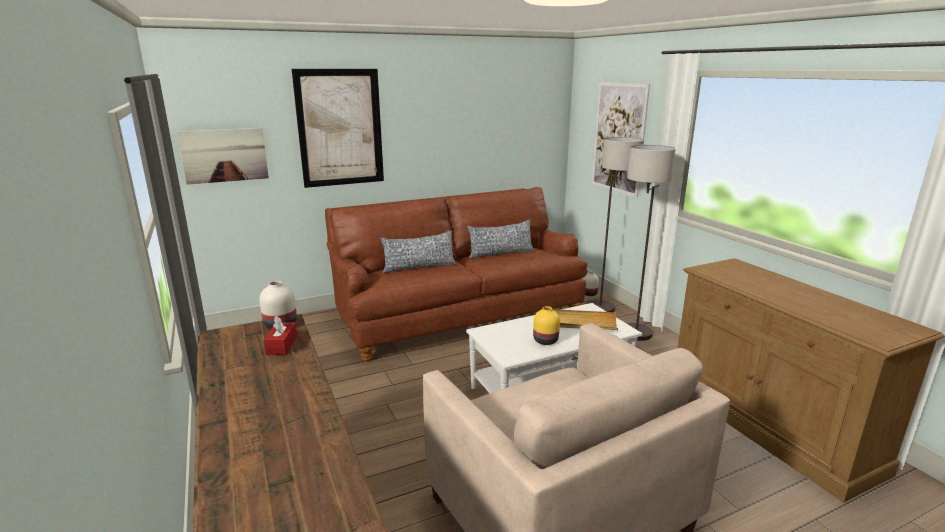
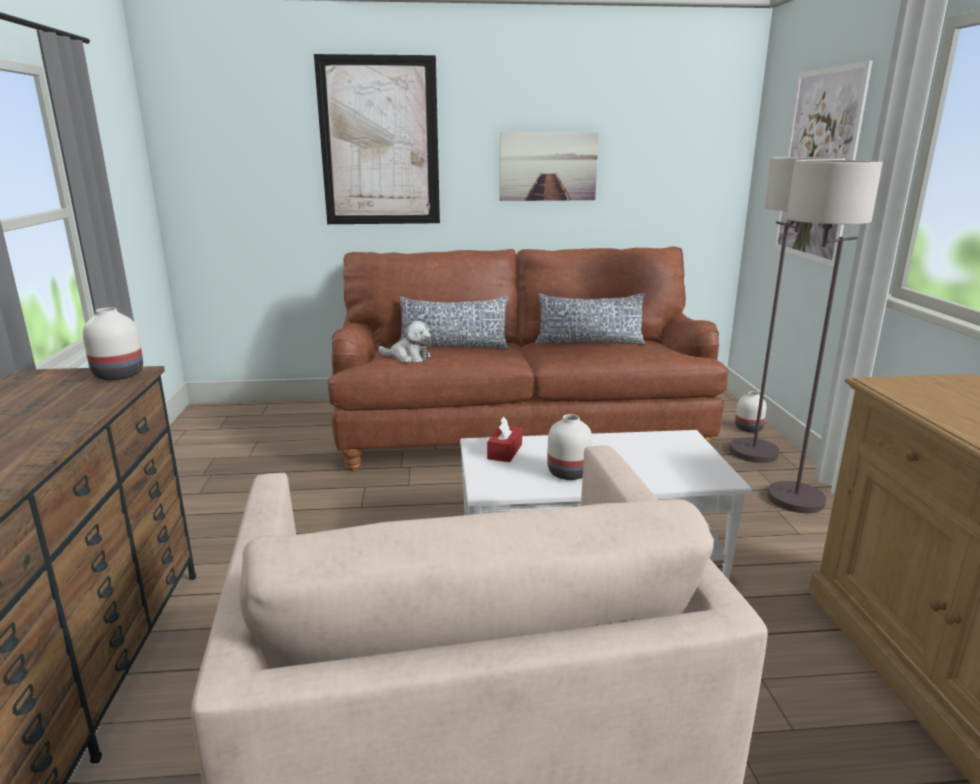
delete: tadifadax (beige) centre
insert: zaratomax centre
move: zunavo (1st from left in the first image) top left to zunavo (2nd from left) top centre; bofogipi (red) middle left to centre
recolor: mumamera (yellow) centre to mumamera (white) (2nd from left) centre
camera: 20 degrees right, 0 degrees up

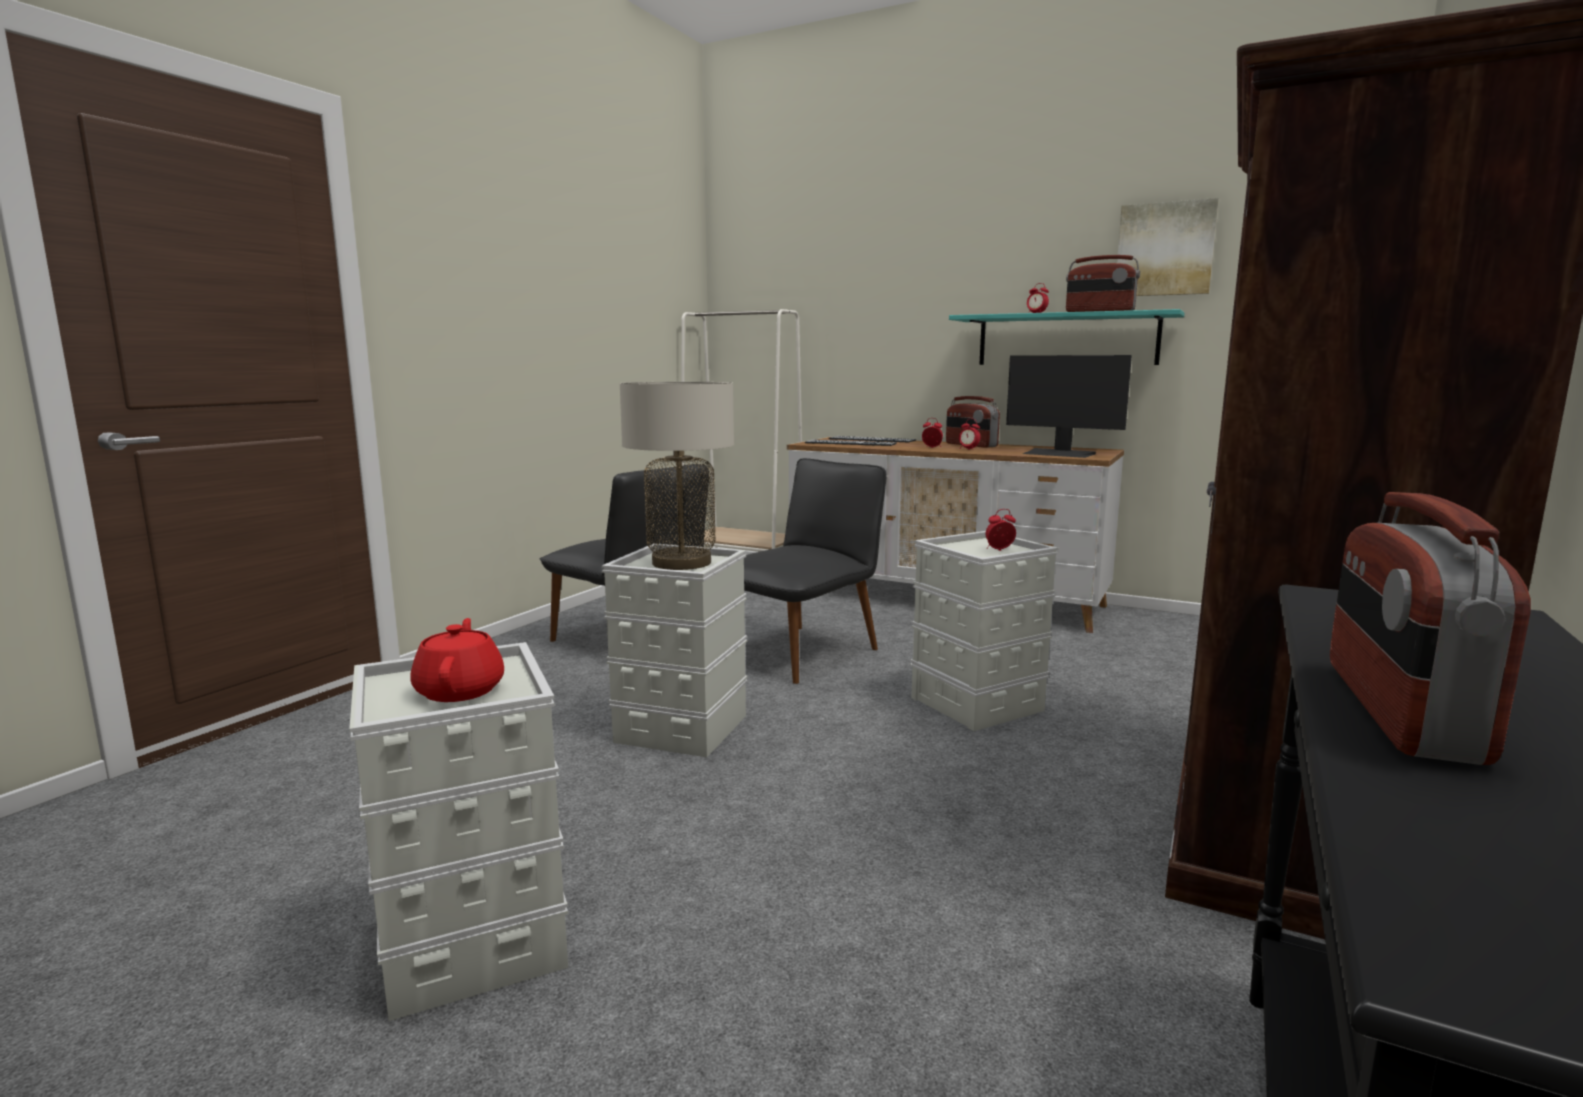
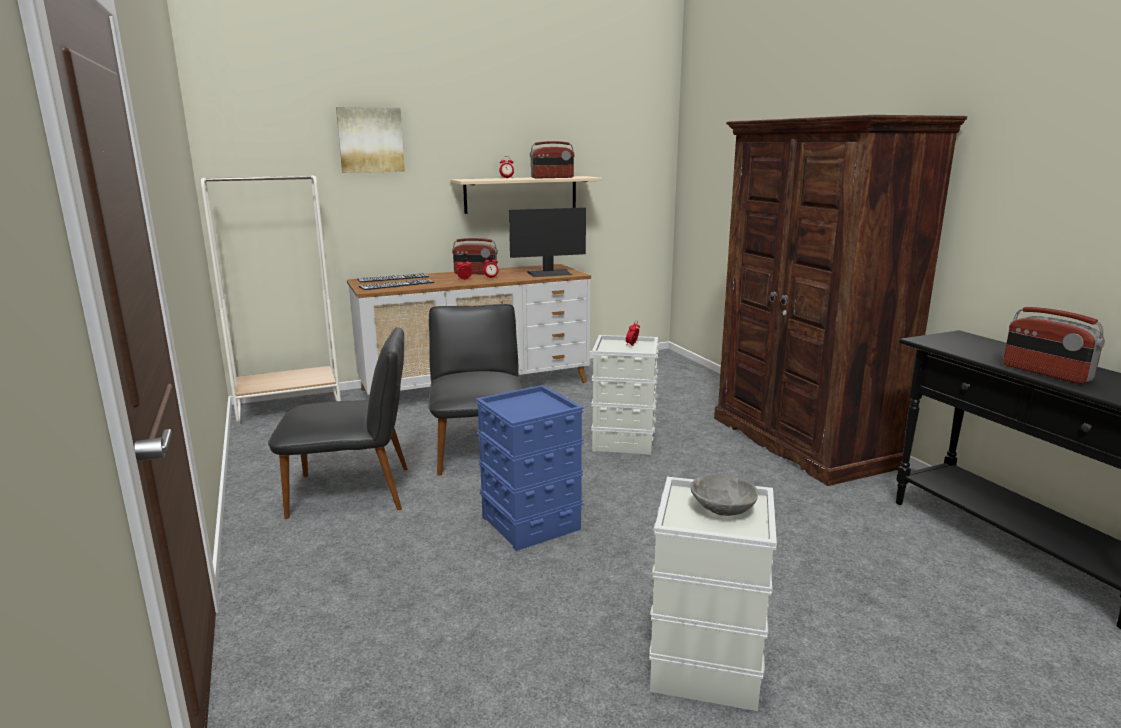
delete: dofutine centre
move: zunavo top right to top left
replace: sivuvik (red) middle left to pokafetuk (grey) bottom centre
recolor: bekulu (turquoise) top right to bekulu (beige) top centre; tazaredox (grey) (2nd from left) centre to tazaredox (blue) centre
camera: 50 degrees left, 5 degrees up

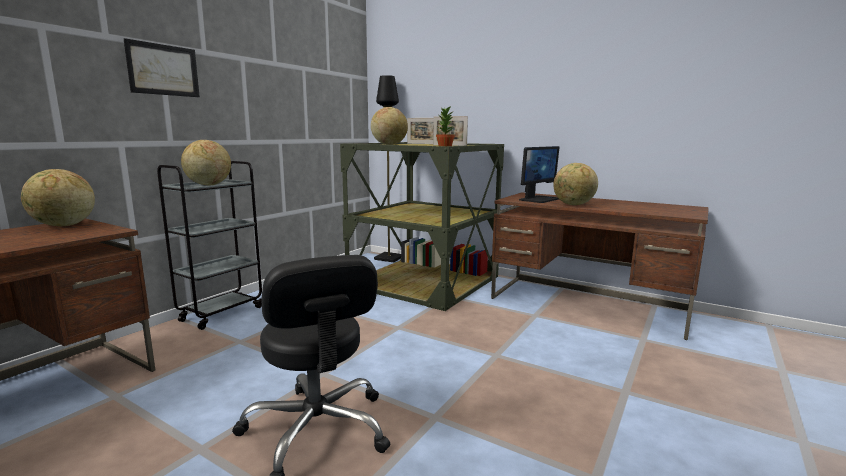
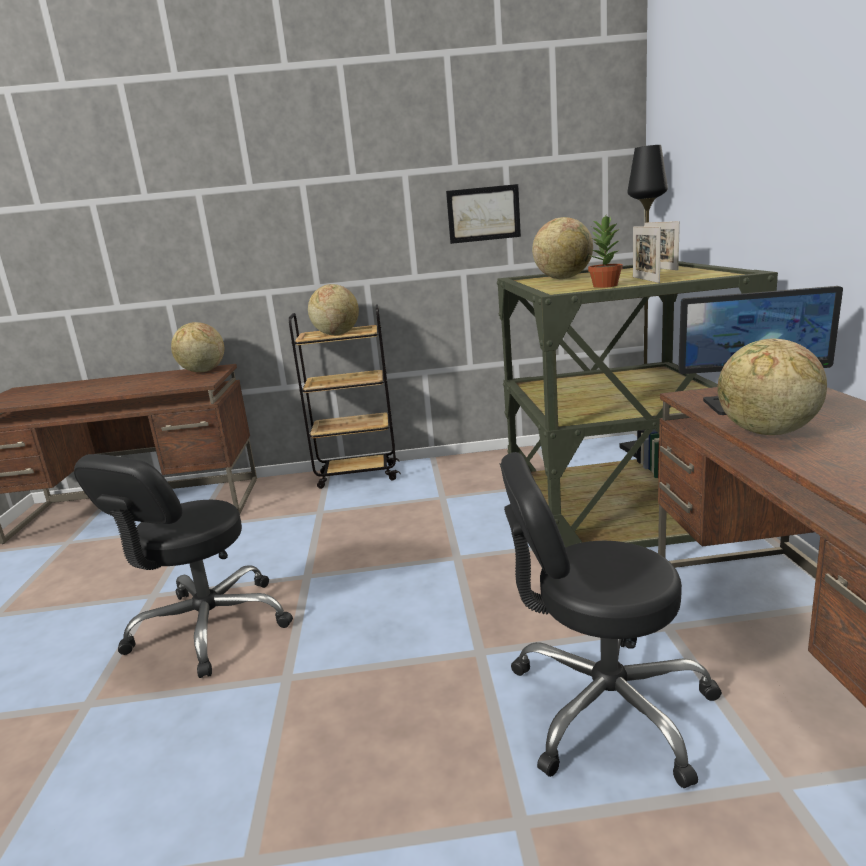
insert: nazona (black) (2nd from left) bottom right
move: zunavo top left to top centre
recolor: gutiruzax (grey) middle left to gutiruzax (brown) centre
camera: 55 degrees right, 5 degrees up

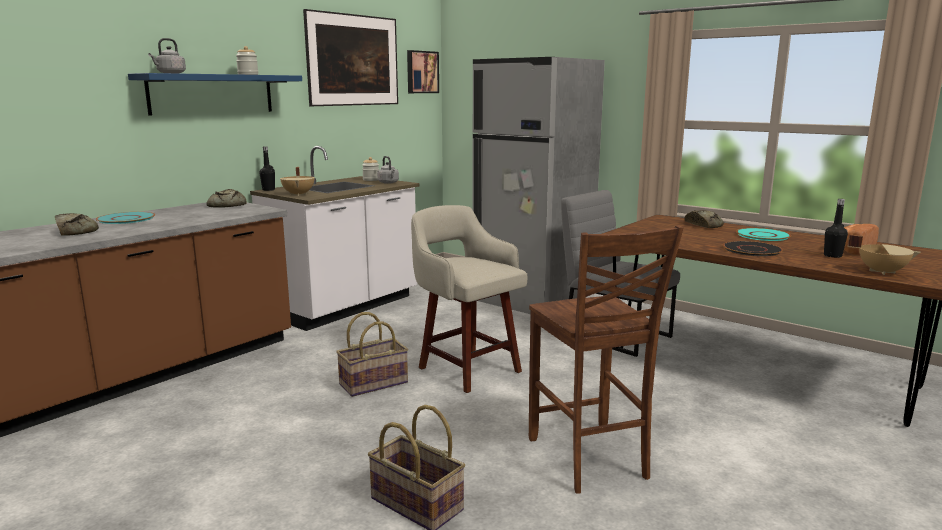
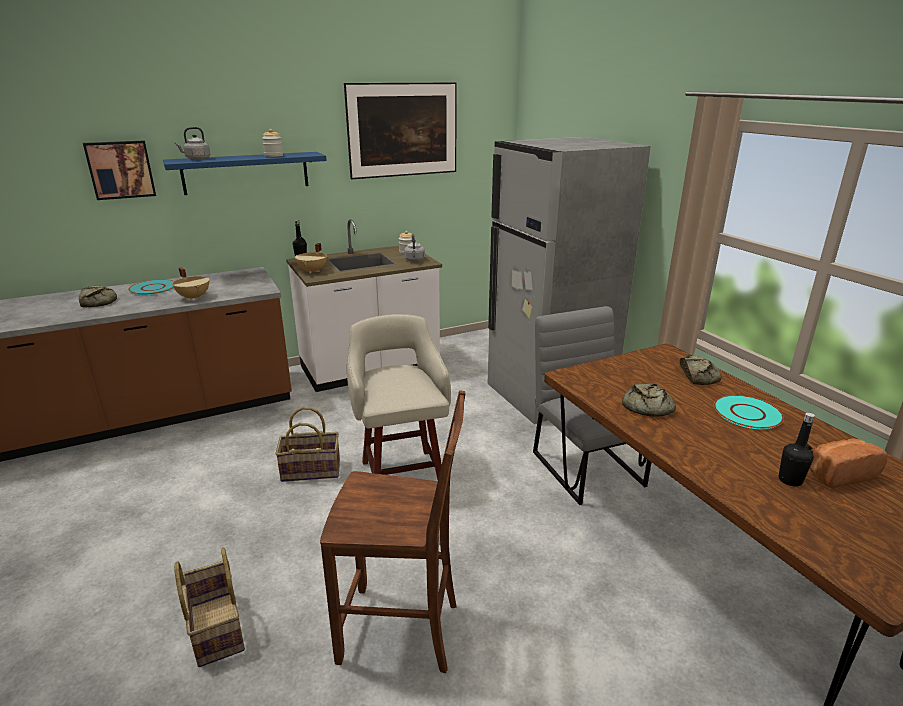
delete: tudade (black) middle right
move: zunavo (2nd from left in the first image) top centre to zunavo (1st from left) top left; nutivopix (2nd from left) middle left to middle right; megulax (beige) (2nd from left in the first image) middle right to megulax (beige) (1st from left) middle left
rotate: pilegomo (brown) bottom centre = bottom centre 90 degrees counterclockwise
camera: 25 degrees right, 10 degrees up

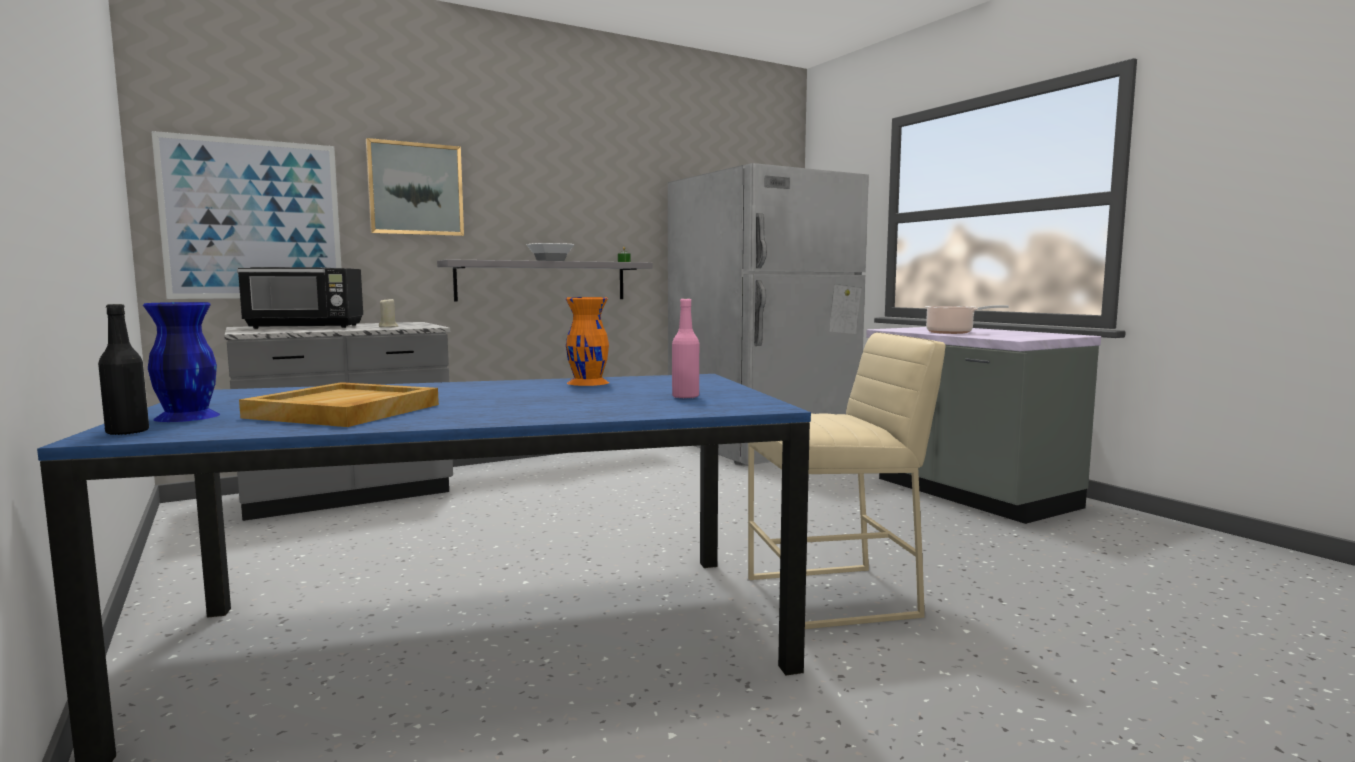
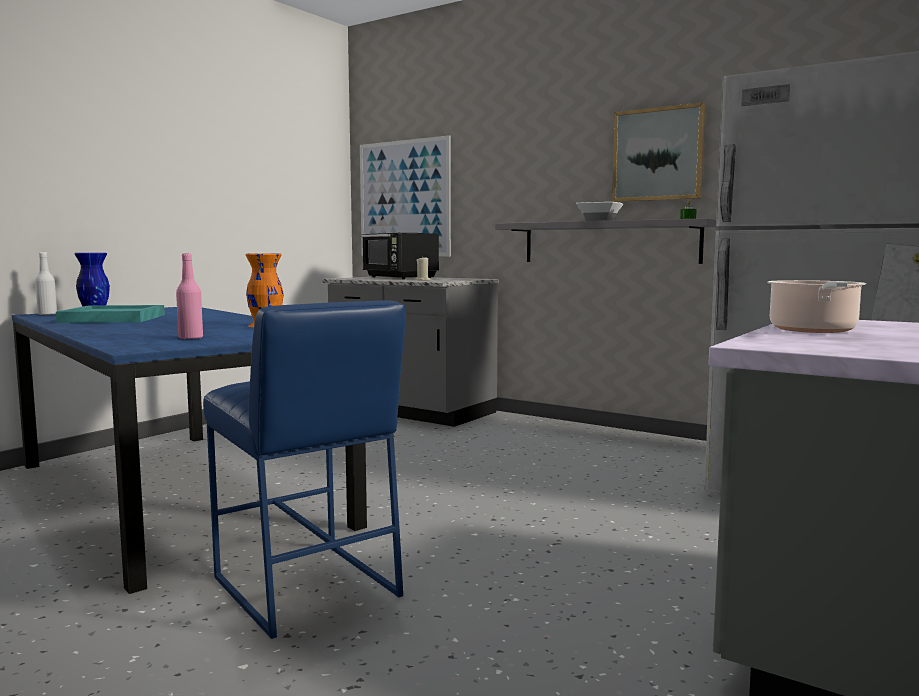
move: zunavo (2nd from left) top left to top right
recolor: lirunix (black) middle left to lirunix (white) middle left; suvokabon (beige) centre to suvokabon (blue) bottom left; tadifadax (beige) middle left to tadifadax (turquoise) middle left
camera: 65 degrees right, 0 degrees up

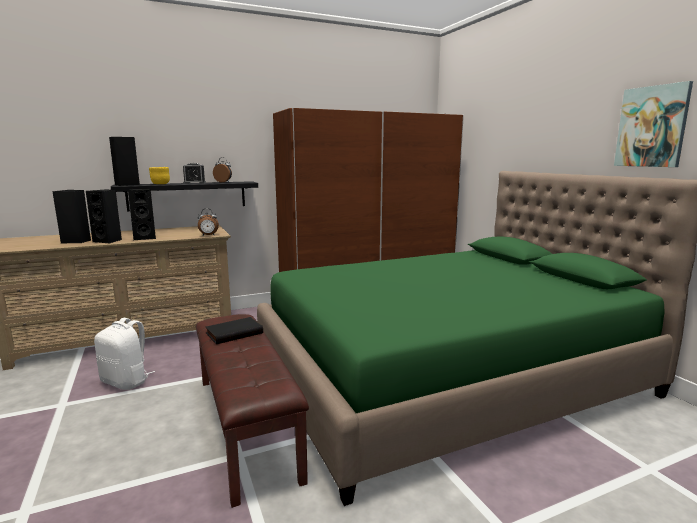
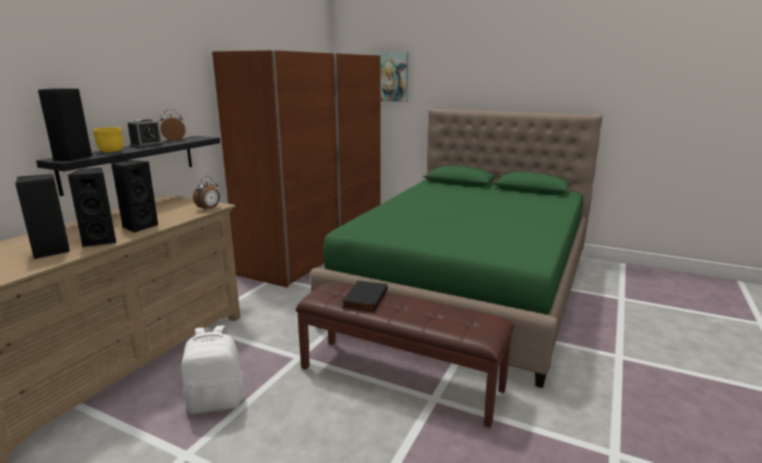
move: zunavo top right to top centre
camera: 40 degrees left, 5 degrees up

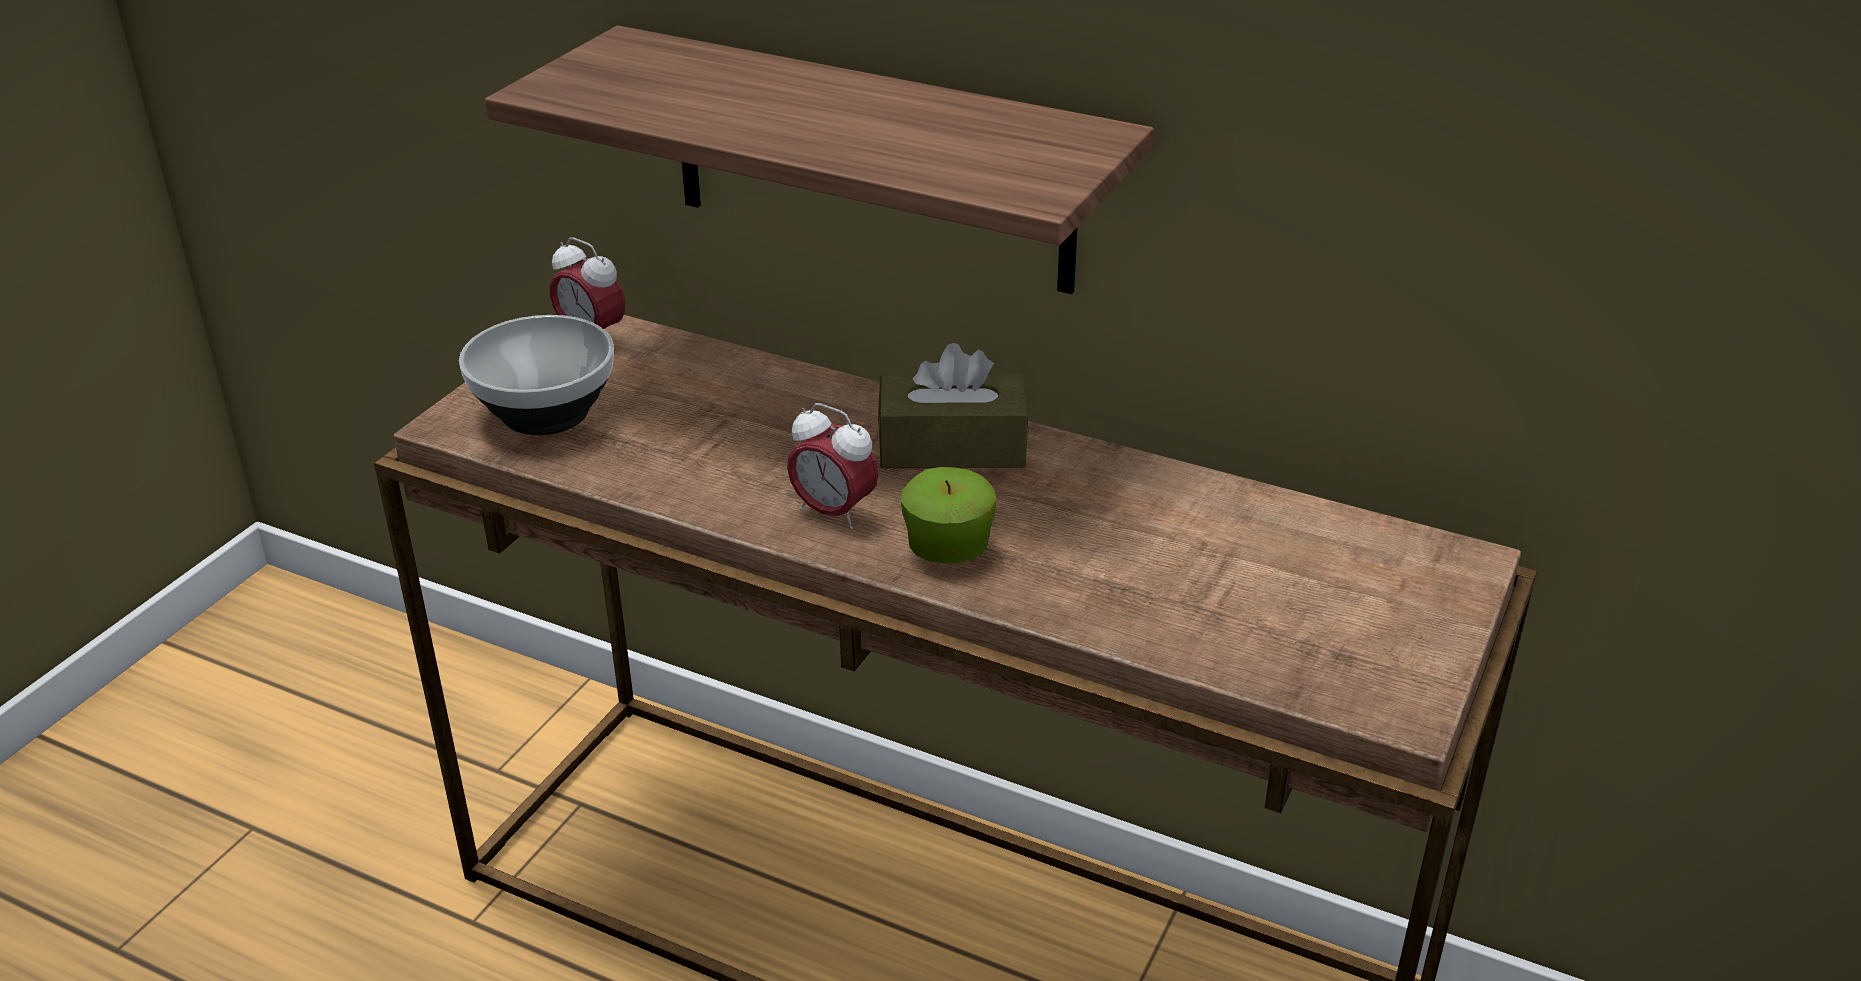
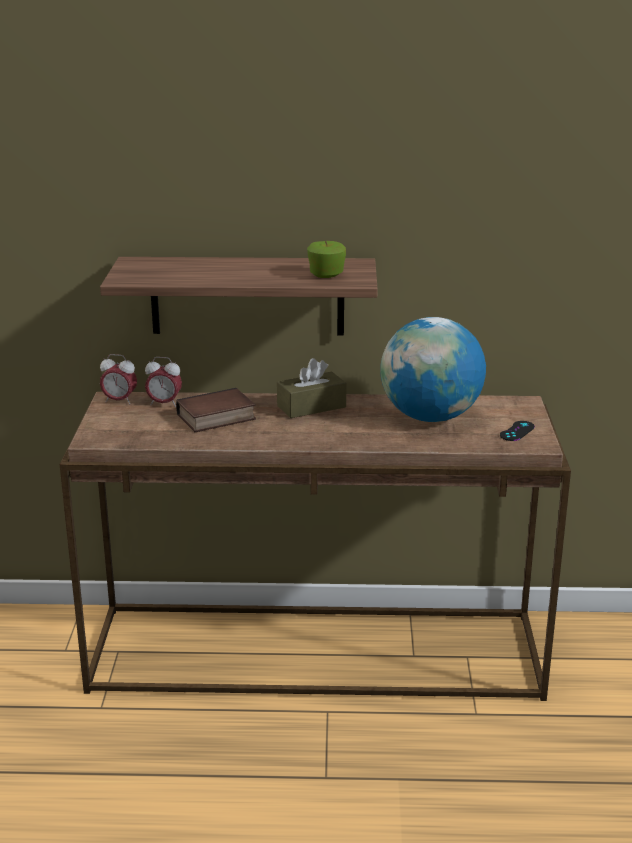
delete: pokafetuk middle left
insert: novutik middle right; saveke centre; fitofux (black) middle right
move: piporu (2nd from left) centre to middle left; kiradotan centre to top centre
camera: 25 degrees left, 10 degrees down

